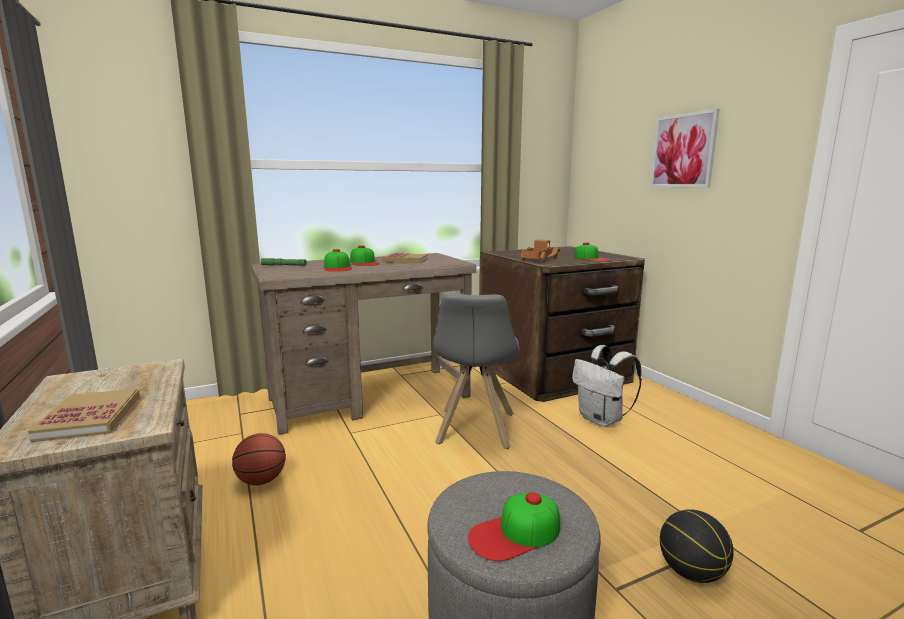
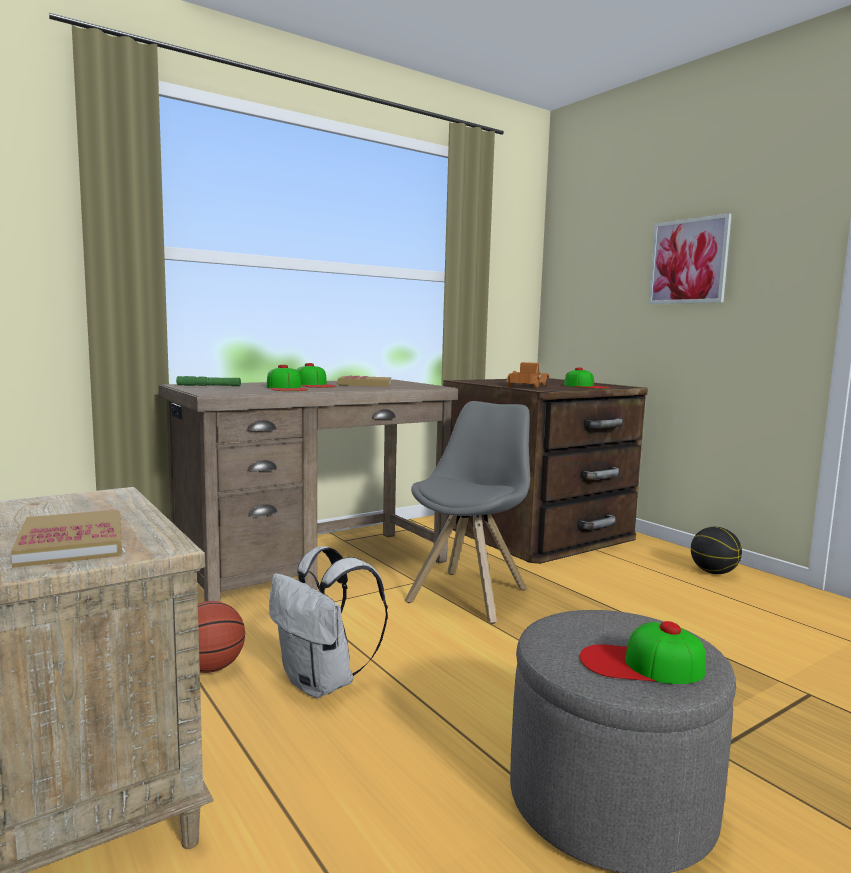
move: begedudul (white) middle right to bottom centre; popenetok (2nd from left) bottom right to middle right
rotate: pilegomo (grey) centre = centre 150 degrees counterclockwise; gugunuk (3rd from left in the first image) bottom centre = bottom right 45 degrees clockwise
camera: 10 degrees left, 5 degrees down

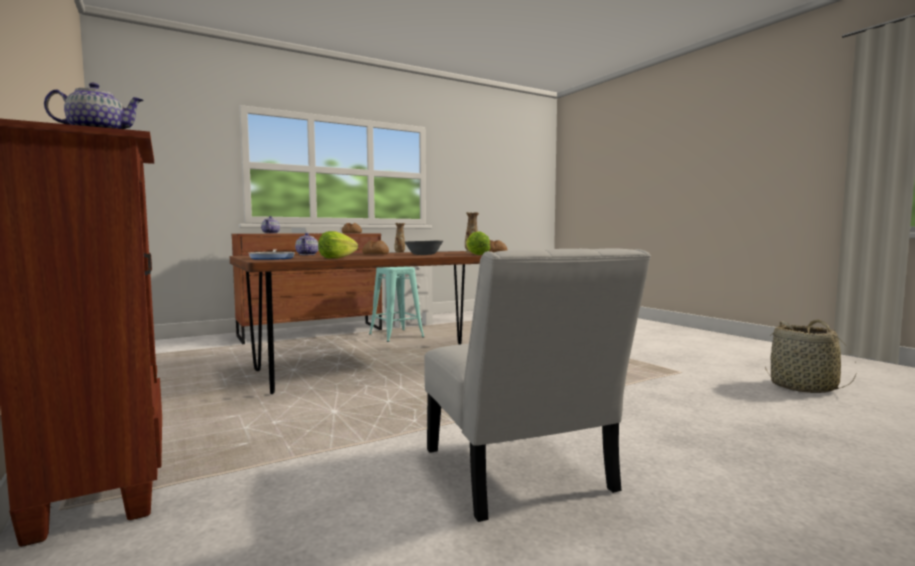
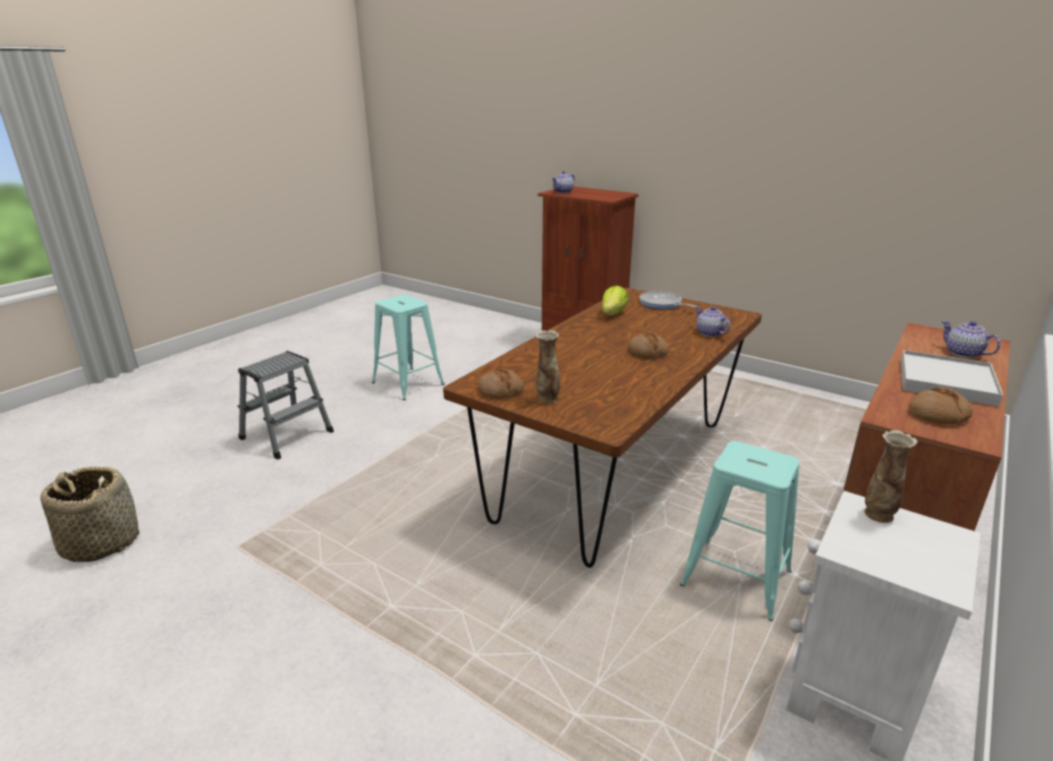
delete: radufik (2nd from left) centre; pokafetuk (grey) centre
insert: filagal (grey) middle left
replace: pilegomo (white) bottom centre to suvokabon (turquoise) (1st from left) centre
camera: 155 degrees right, 20 degrees up

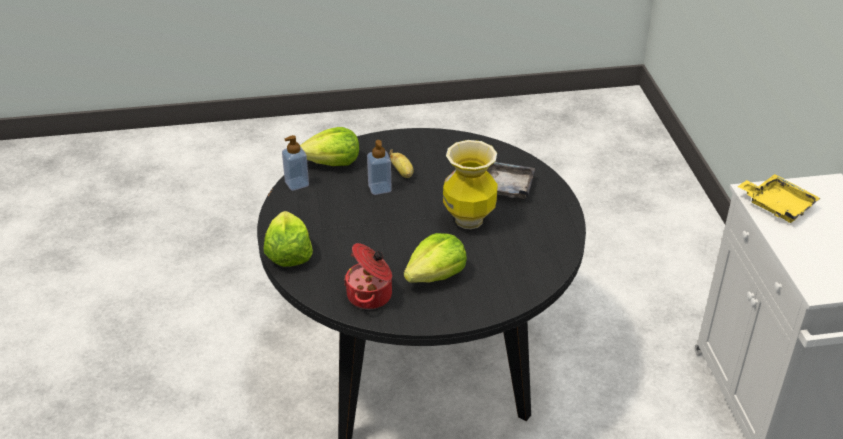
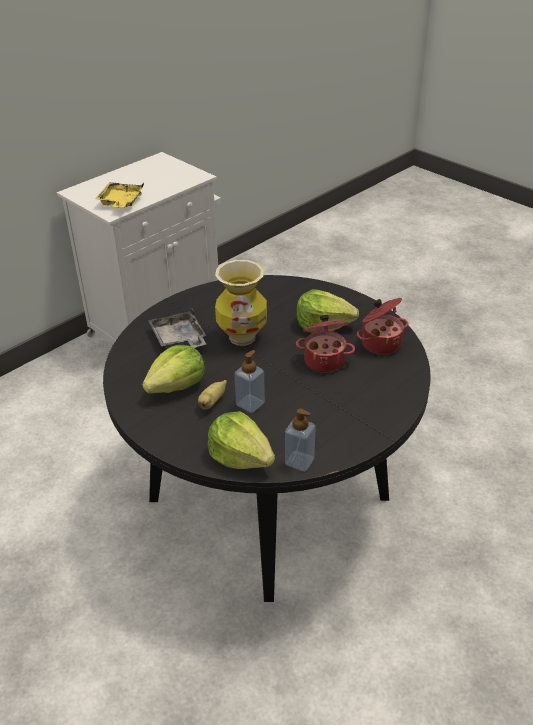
insert: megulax (1st from left) centre
move: radufik (1st from left) centre to middle left
camera: 125 degrees left, 0 degrees up

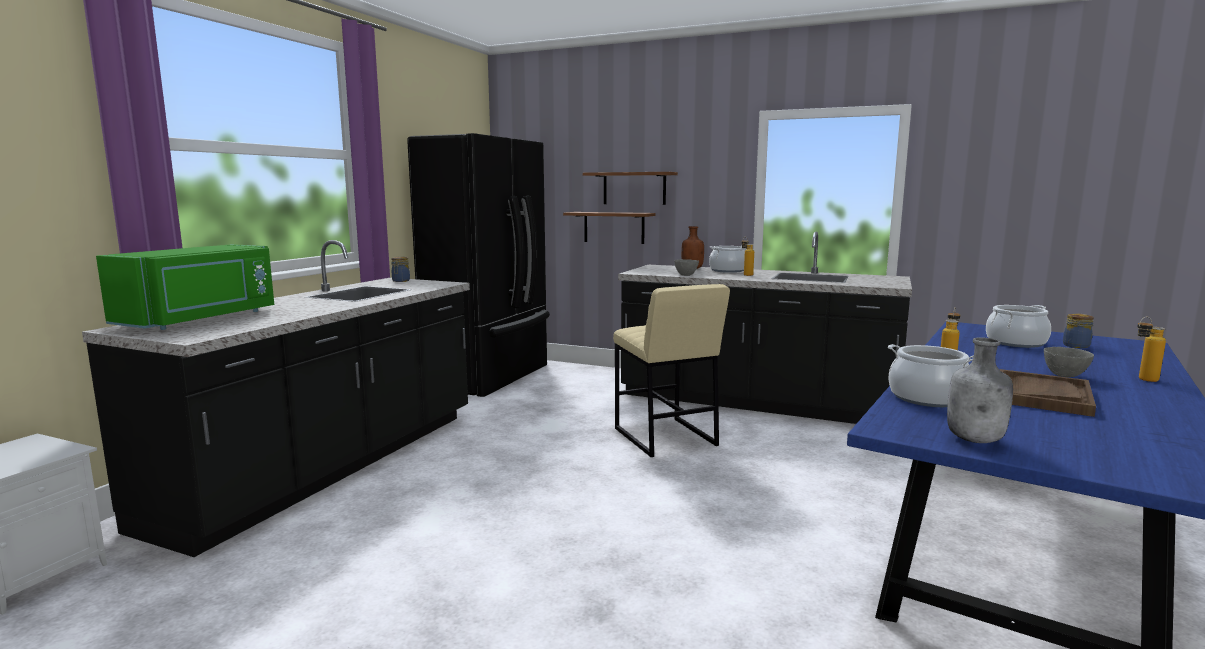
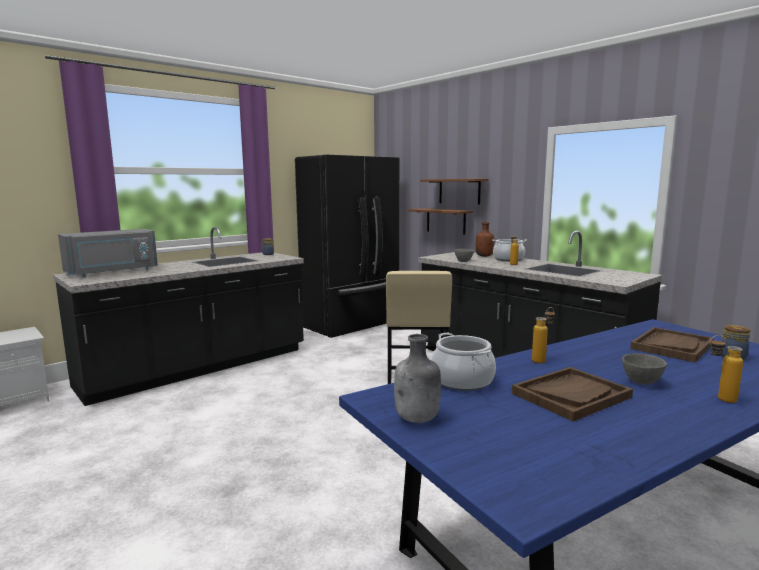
replace: megulax (3rd from left) middle right to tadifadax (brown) (2nd from left) middle right
recolor: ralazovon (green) middle left to ralazovon (grey) middle left
camera: 25 degrees right, 0 degrees up

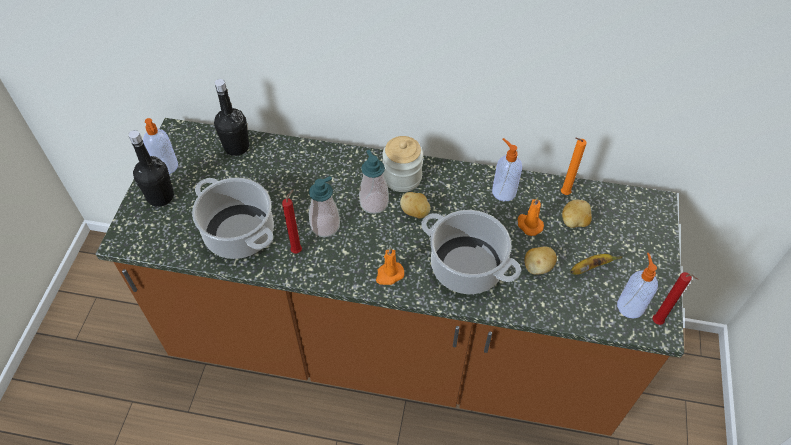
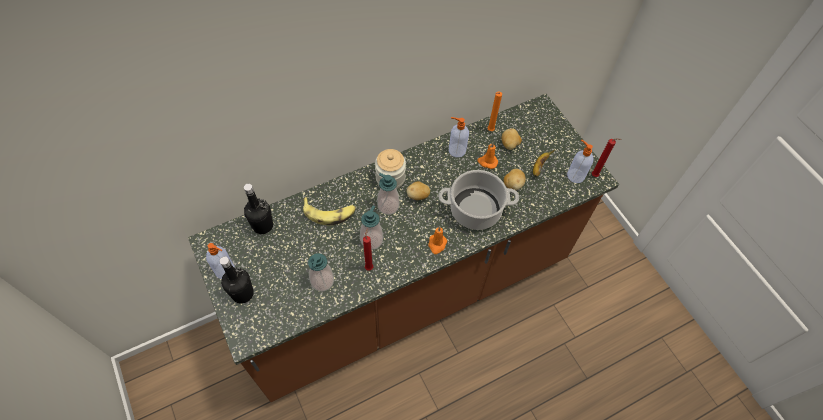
insert: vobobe (1st from left) centre
replace: megulax (1st from left) middle left to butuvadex (2nd from left) centre
camera: 40 degrees left, 5 degrees up

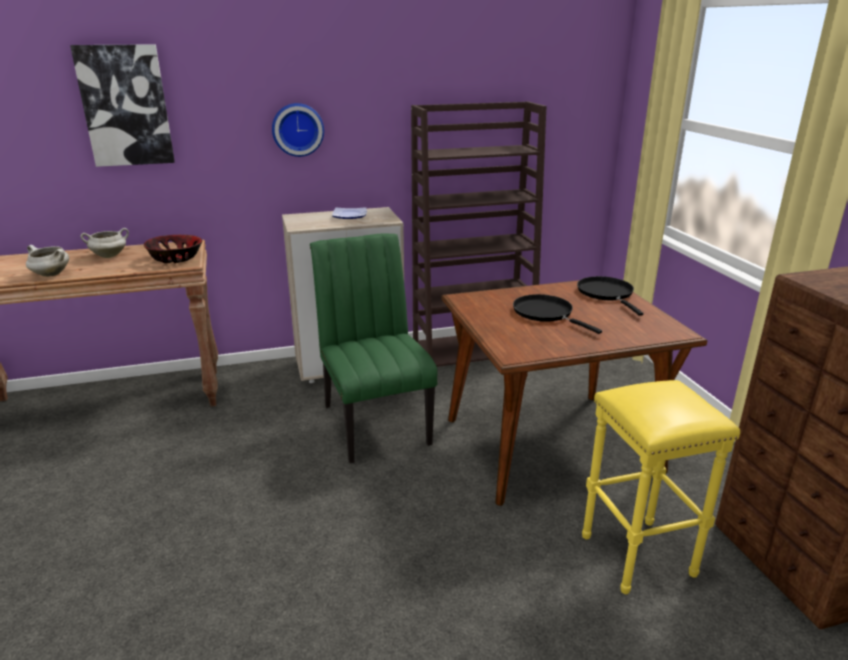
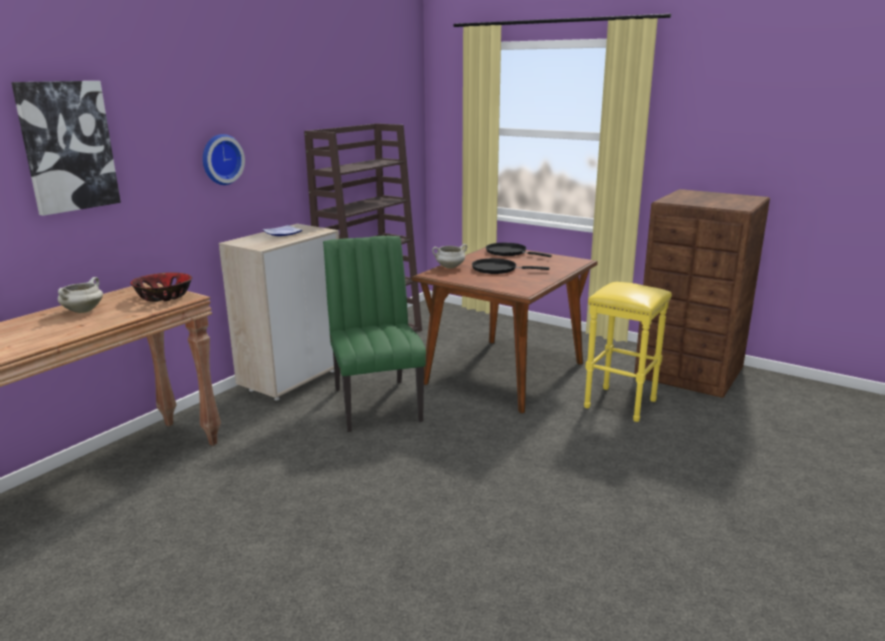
move: megulax (white) (1st from left in the first image) middle left to megulax (white) (2nd from left) centre
rotate: pilegomo (green) centre = centre 45 degrees clockwise
camera: 40 degrees left, 5 degrees down

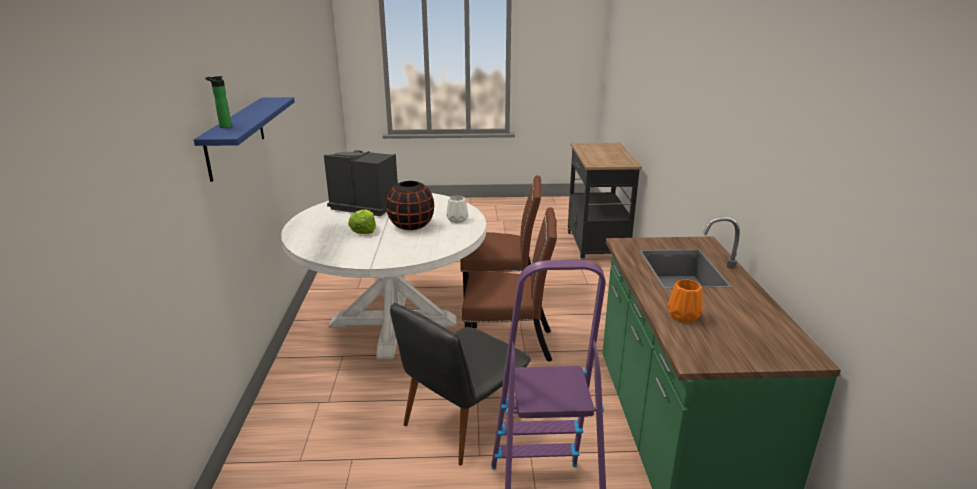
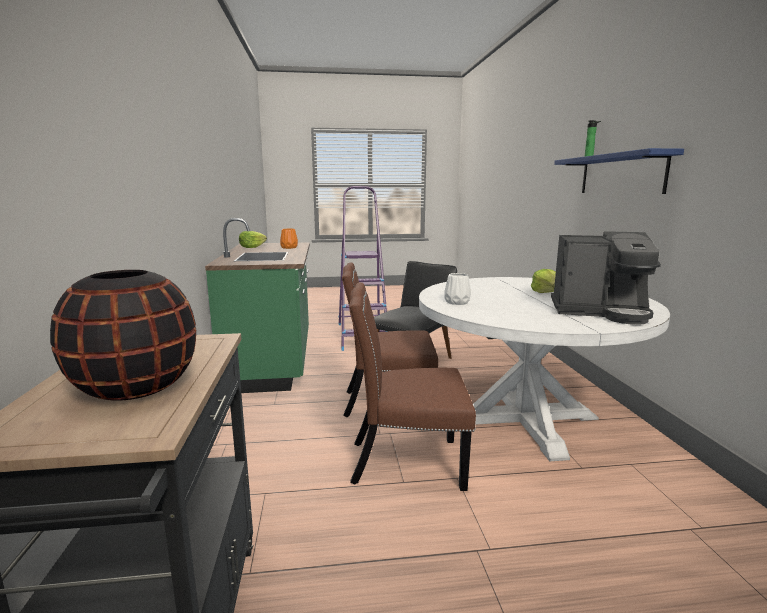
insert: radufik (1st from left) middle left
move: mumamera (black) centre to middle left
camera: 175 degrees right, 10 degrees down

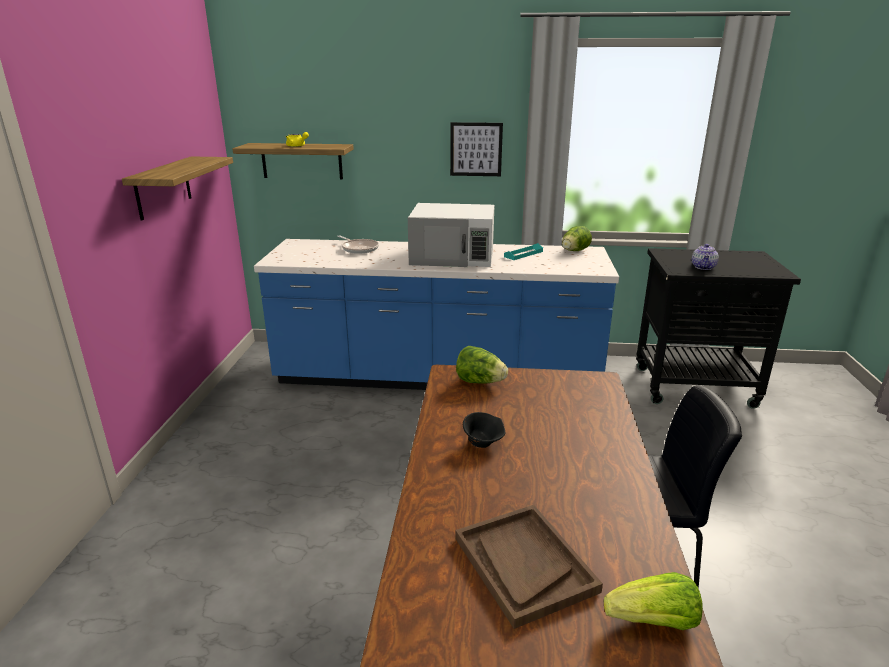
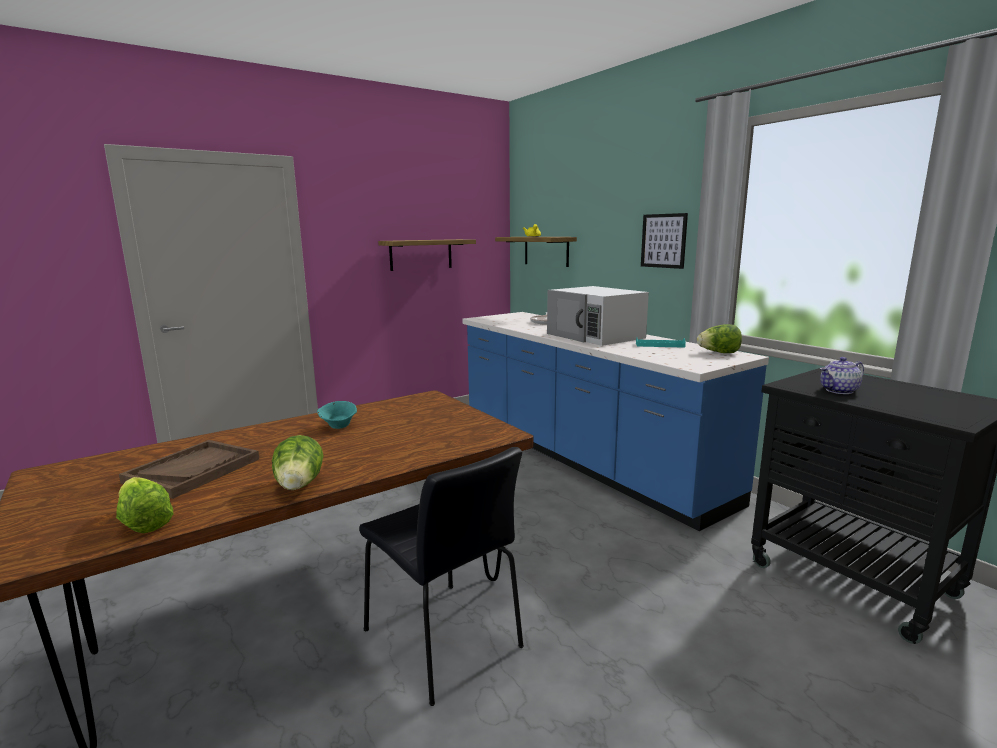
move: radufik (1st from left in the first image) centre to radufik (2nd from left) middle left
recolor: pokafetuk (black) centre to pokafetuk (turquoise) centre
camera: 50 degrees right, 10 degrees down

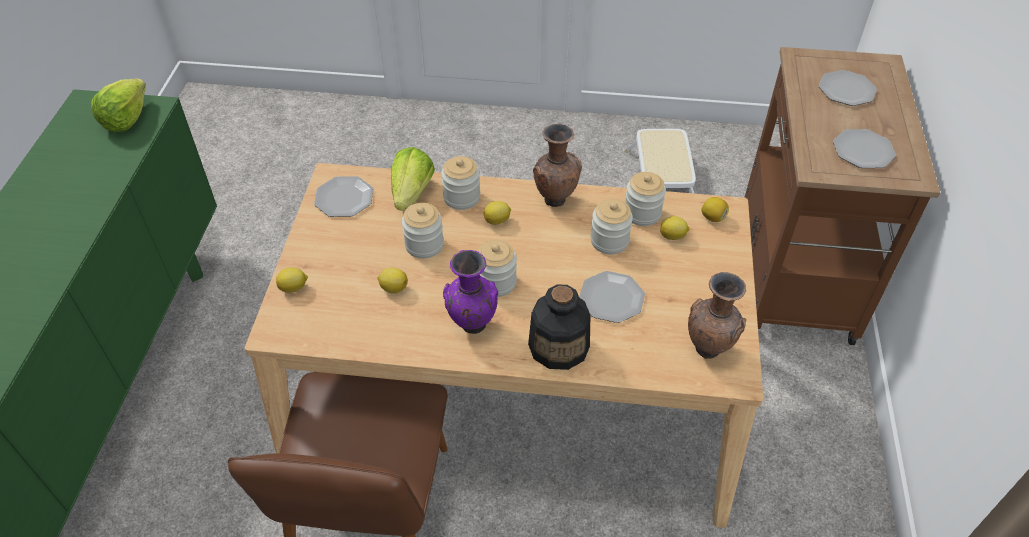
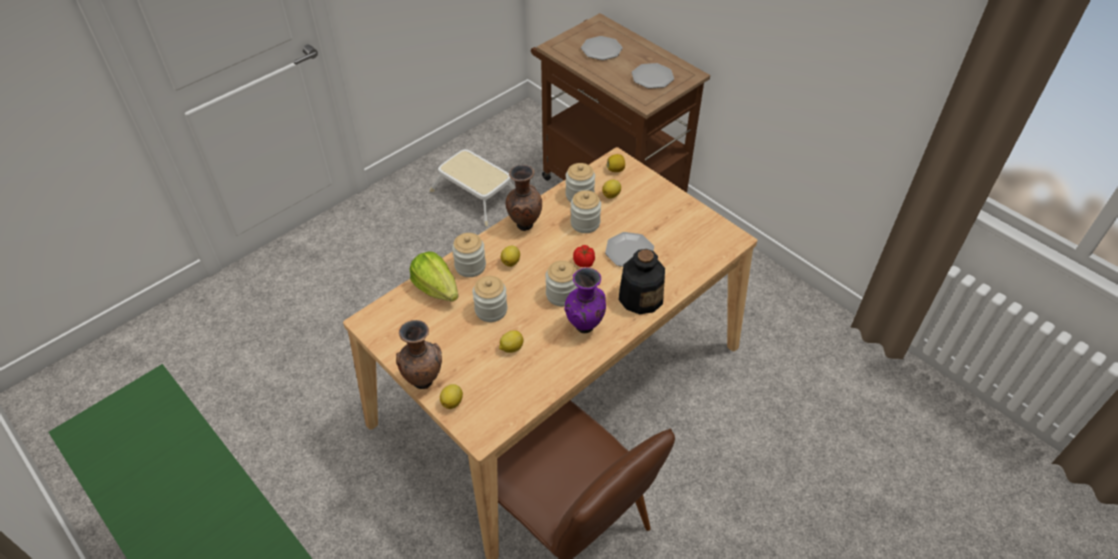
delete: radufik (1st from left) top left; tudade (1st from left) centre
insert: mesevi centre
move: mumamera (brown) (2nd from left in the first image) middle right to mumamera (brown) (1st from left) centre
camera: 50 degrees left, 0 degrees up

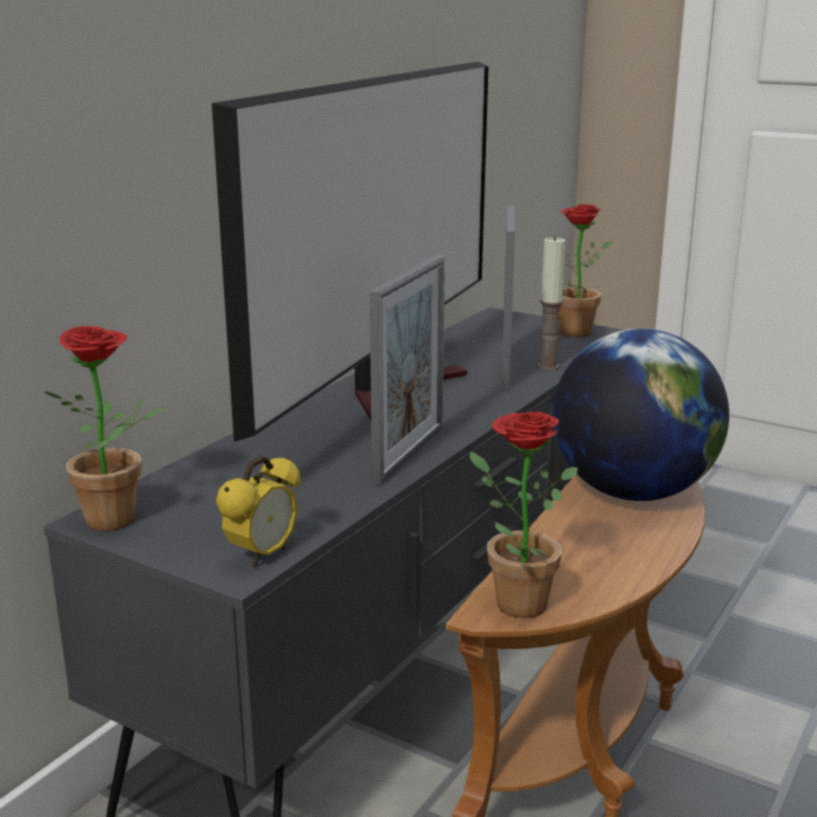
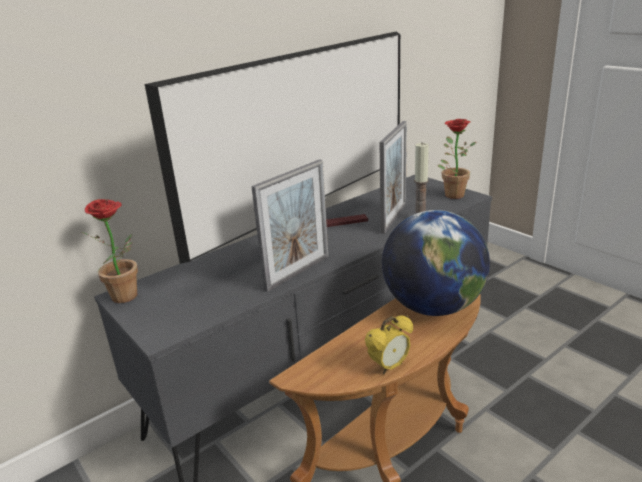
delete: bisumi (2nd from left) centre
move: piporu middle left to bottom centre
camera: 20 degrees right, 5 degrees up

